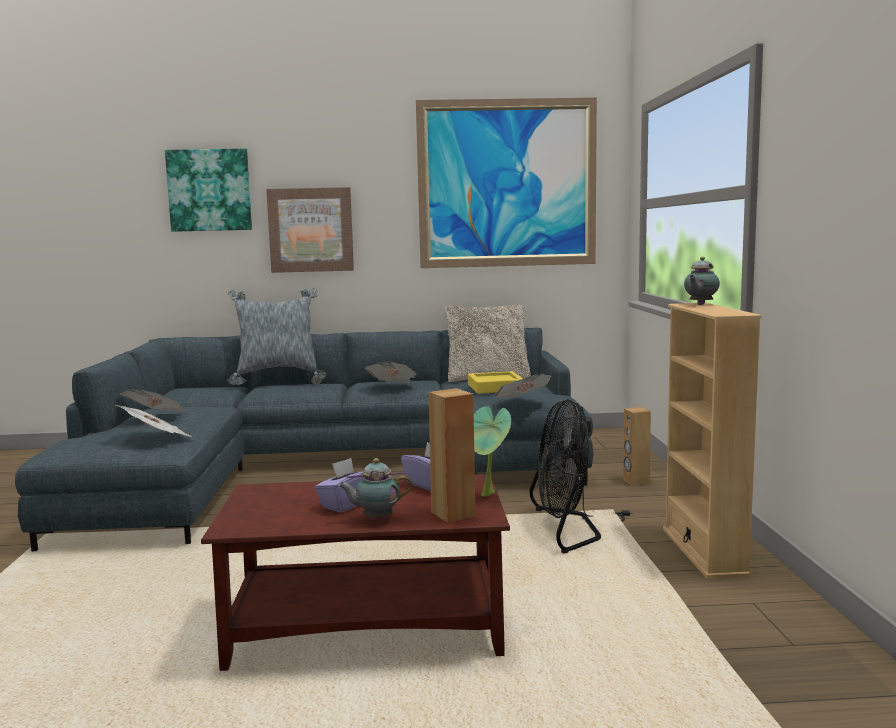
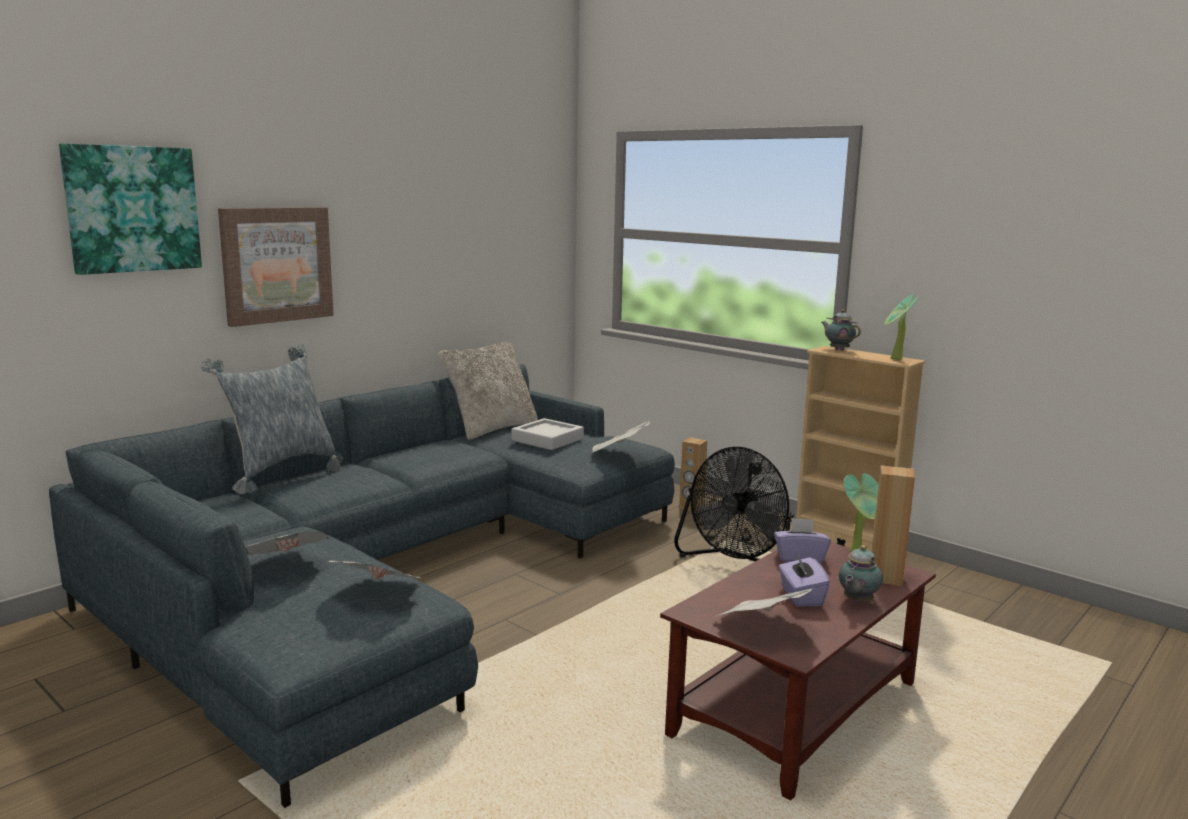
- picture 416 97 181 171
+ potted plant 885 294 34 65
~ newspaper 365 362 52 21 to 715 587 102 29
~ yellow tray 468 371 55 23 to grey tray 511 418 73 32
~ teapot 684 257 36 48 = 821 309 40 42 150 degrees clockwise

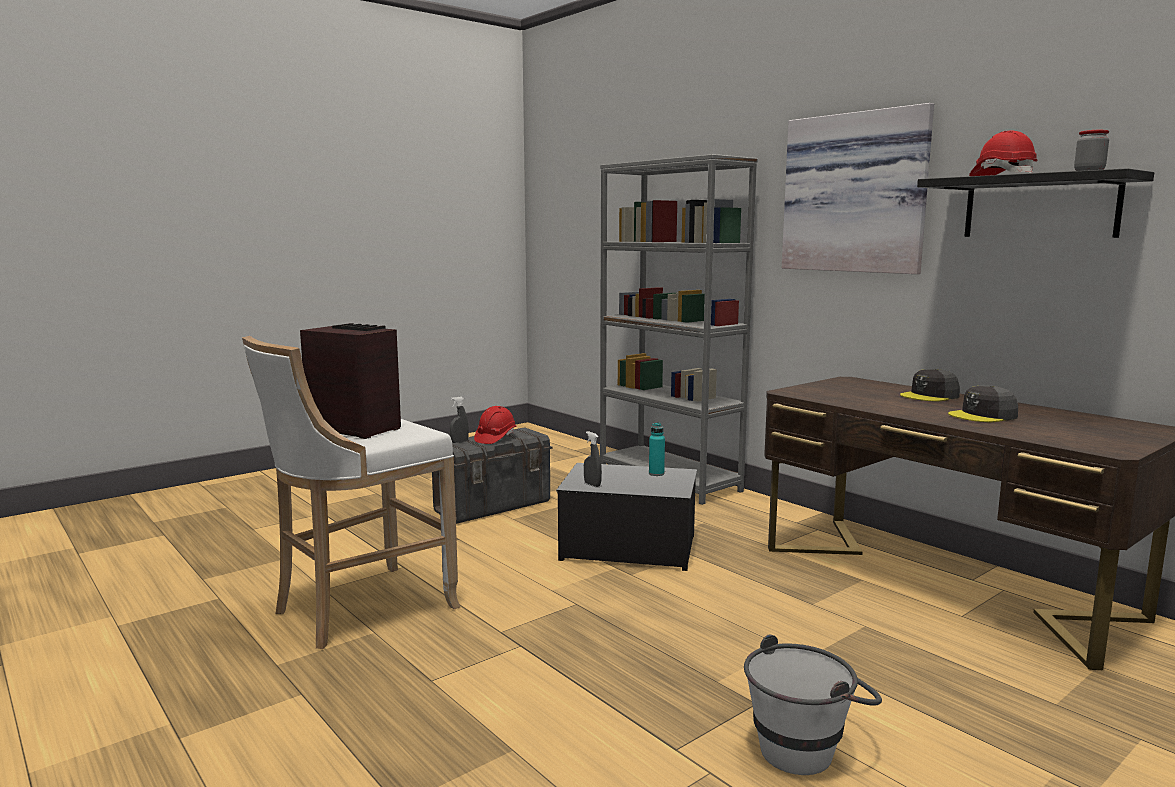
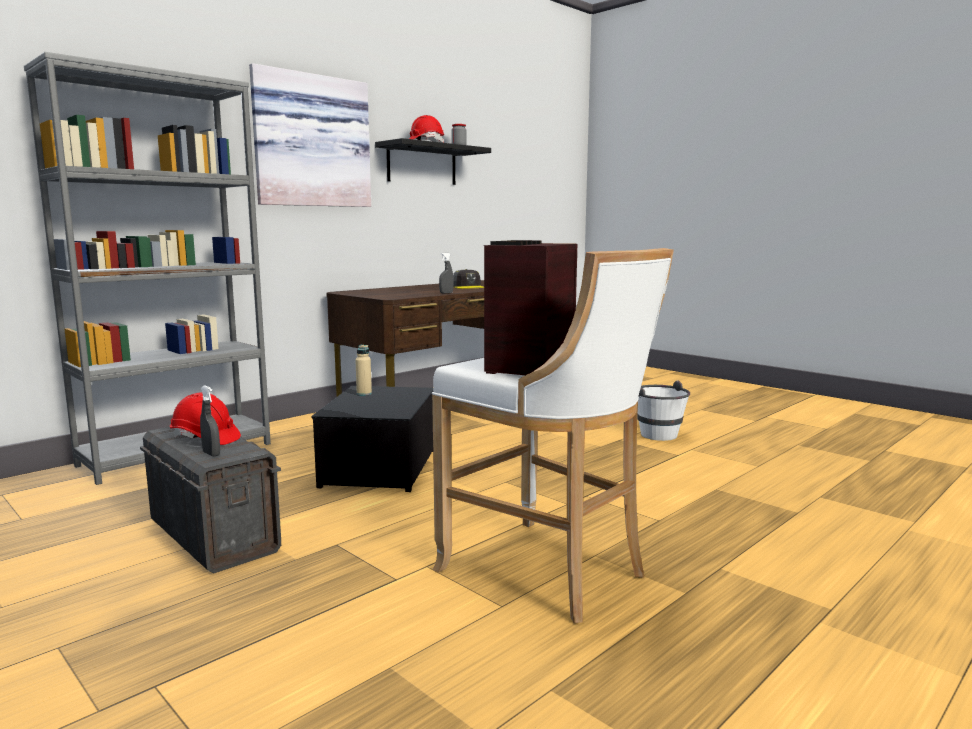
- grey cap 900 369 60 33
~ grey spray bottle 584 431 18 56 to 439 253 15 40
~ turquoise bottle 649 422 16 54 to beige bottle 355 345 17 51

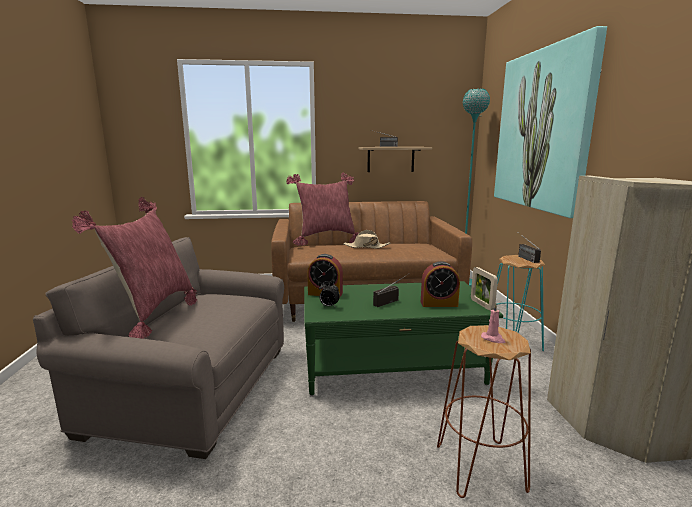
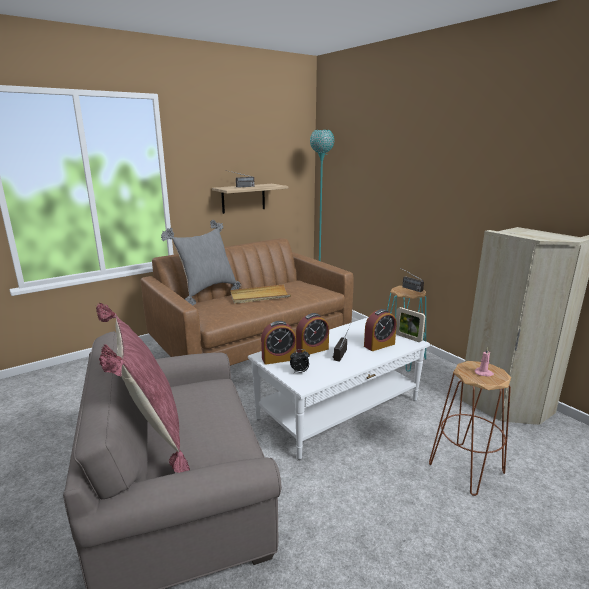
- picture 494 26 113 192
+ alarm clock 296 313 33 42
~ beige hat 343 230 47 19 to beige tray 231 284 60 20
~ red pillow 286 172 73 74 to grey pillow 161 219 80 87
~ green coffee table 304 281 199 115 to white coffee table 248 318 182 142

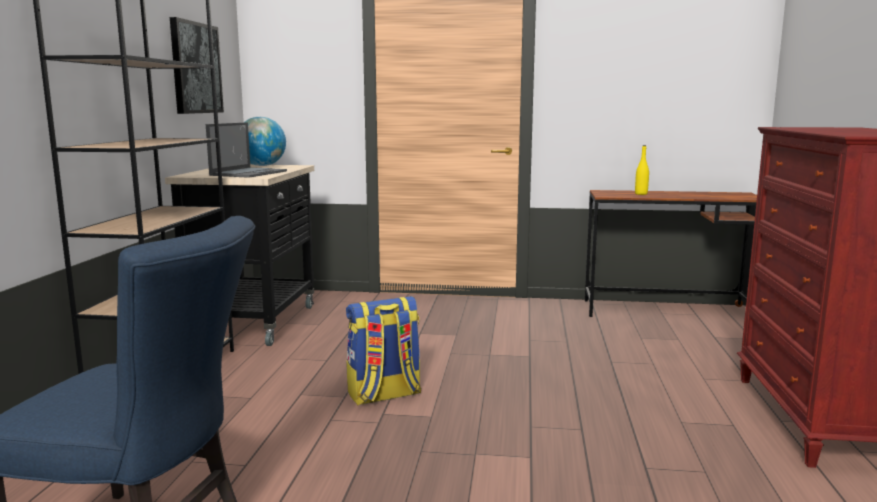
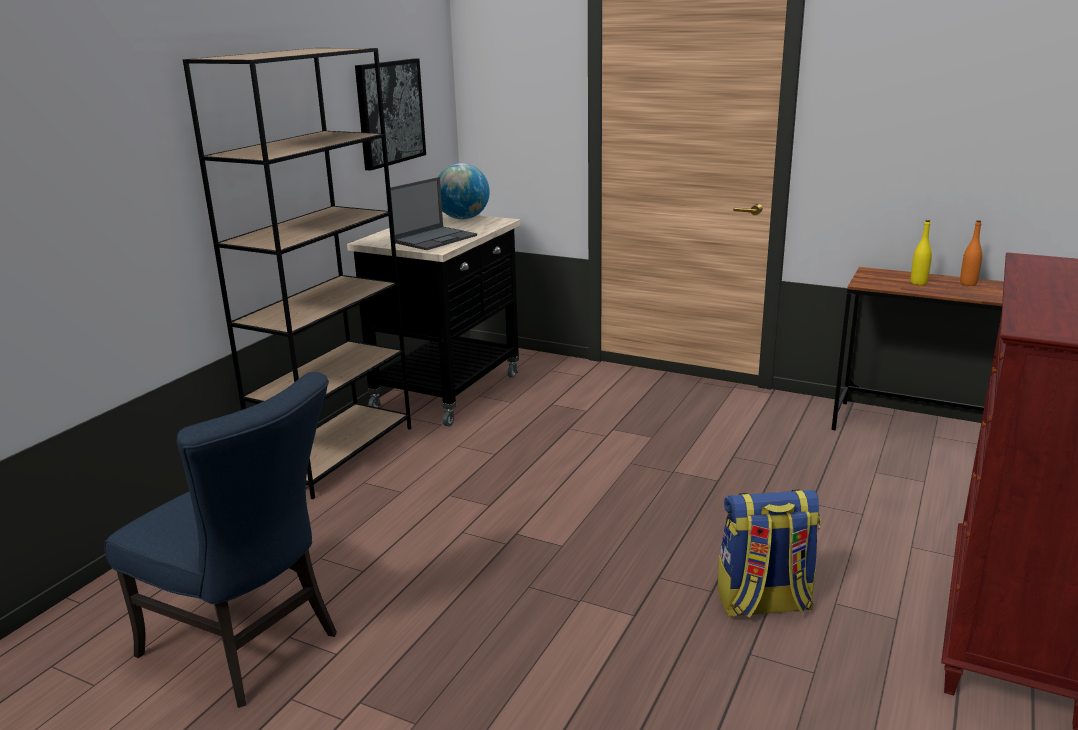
+ orange bottle 960 220 22 66
~ backpack 346 296 75 109 to 718 489 103 129

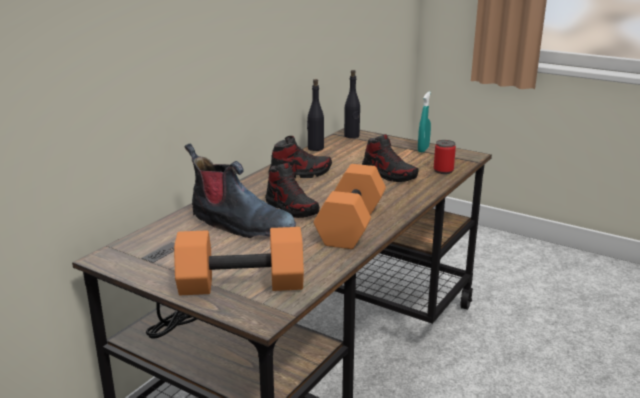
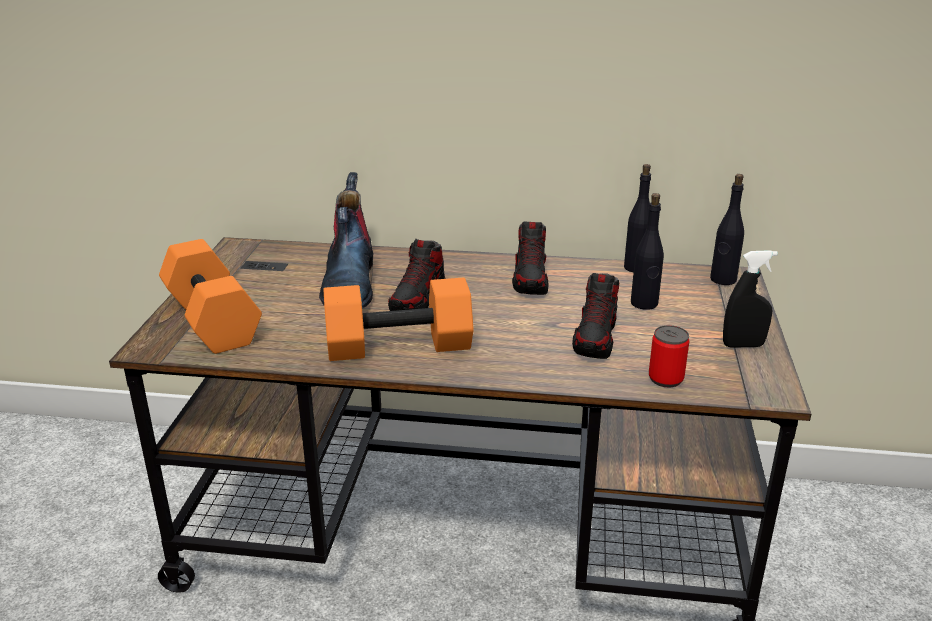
+ black bottle 631 193 33 117
~ turquoise spray bottle 418 91 13 61 to black spray bottle 723 250 55 97
~ shoe 269 136 63 42 = 512 221 37 74 45 degrees clockwise

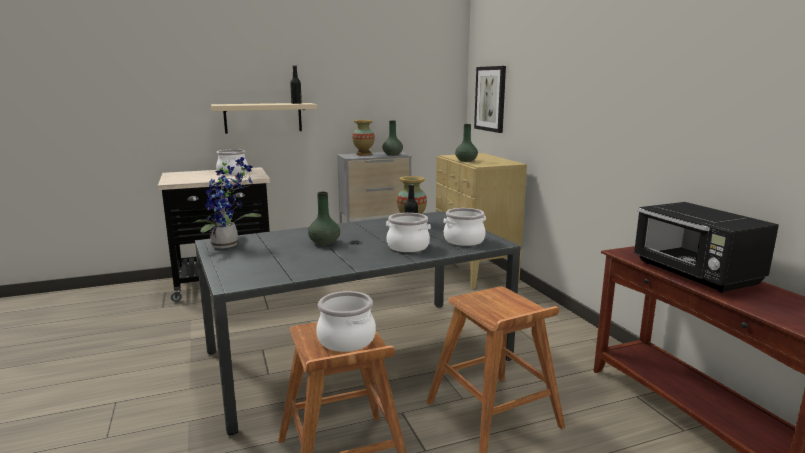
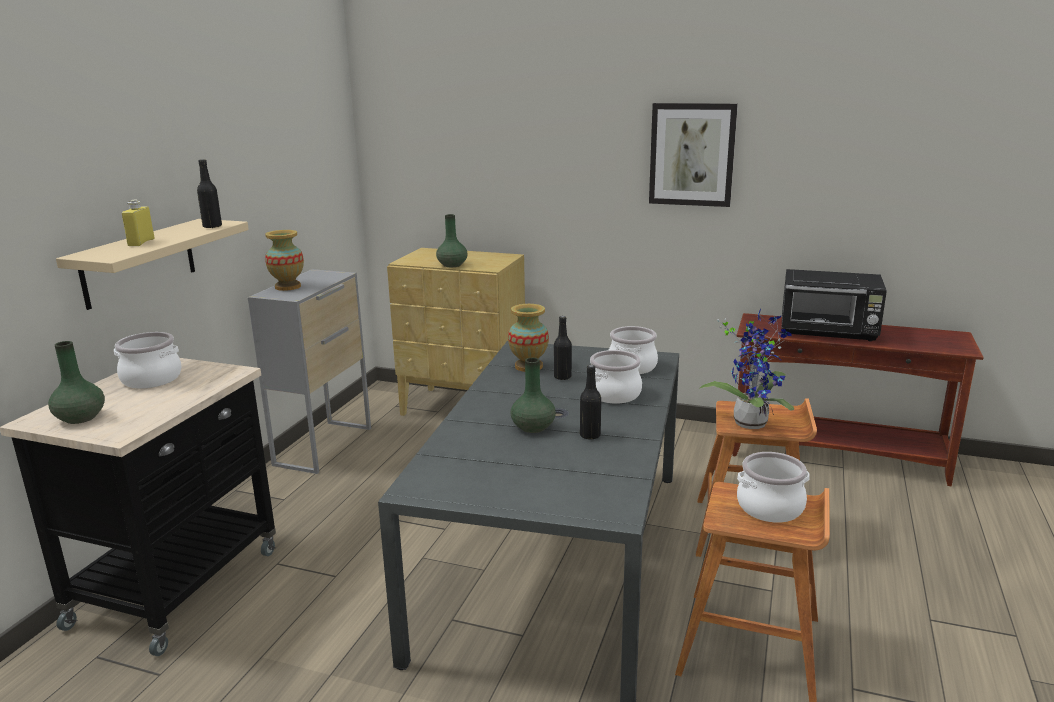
+ yellow bottle 122 200 33 46
+ black bottle 580 365 21 74
~ potted plant 193 157 68 92 to 700 309 94 120
~ green vase 382 120 21 36 to 48 341 57 83
~ picture 474 66 32 67 to 649 103 89 104

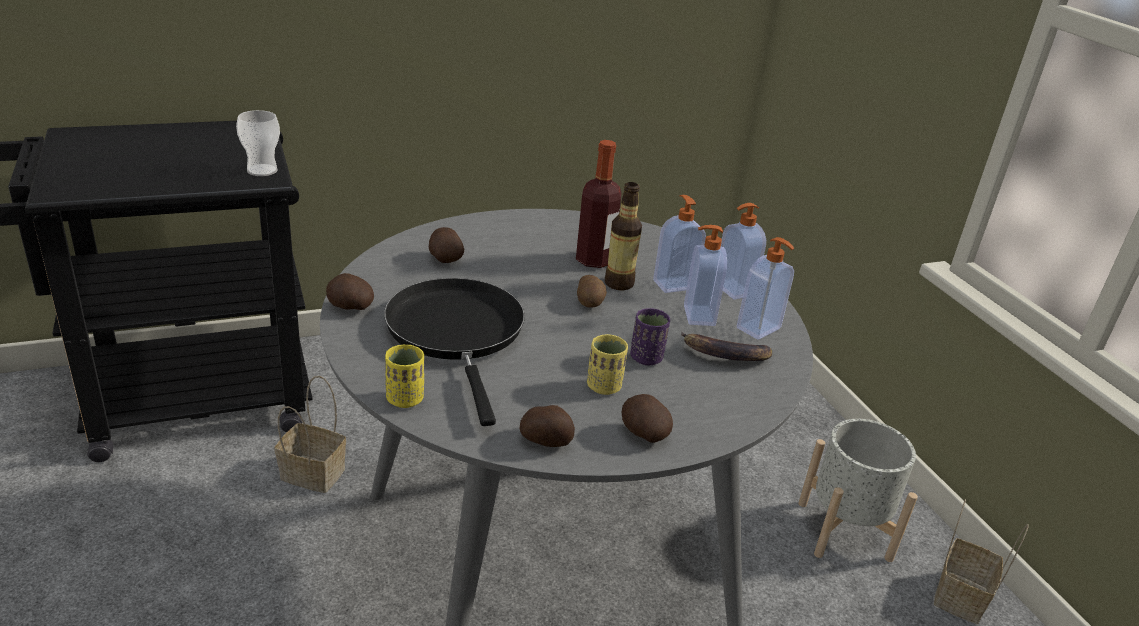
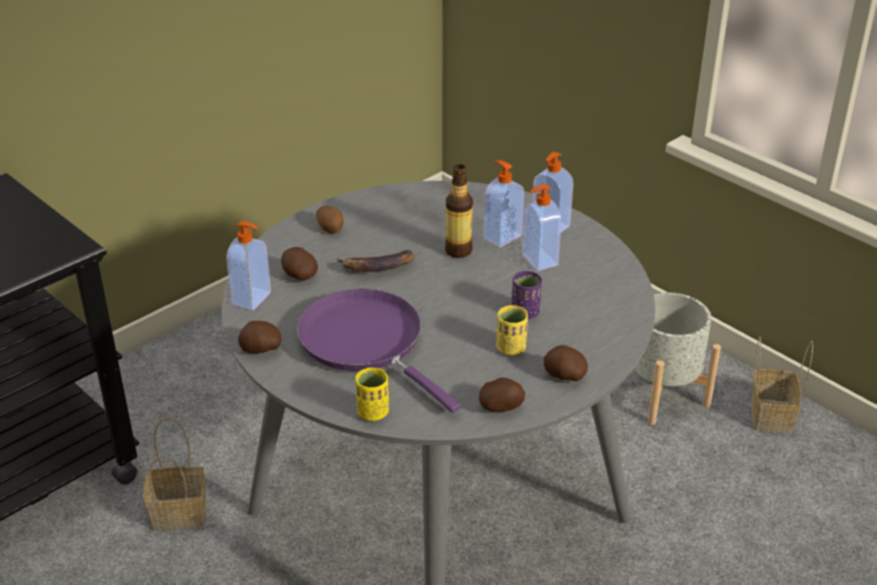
- cup 236 110 44 66
- bottle 576 140 45 128
~ potato 577 275 30 33 to 316 205 28 28
~ banana 681 332 91 29 to 337 250 77 22
~ soap dispenser 737 237 57 103 to 226 221 45 89
~ black frying pan 384 278 141 148 to purple frying pan 297 289 164 124

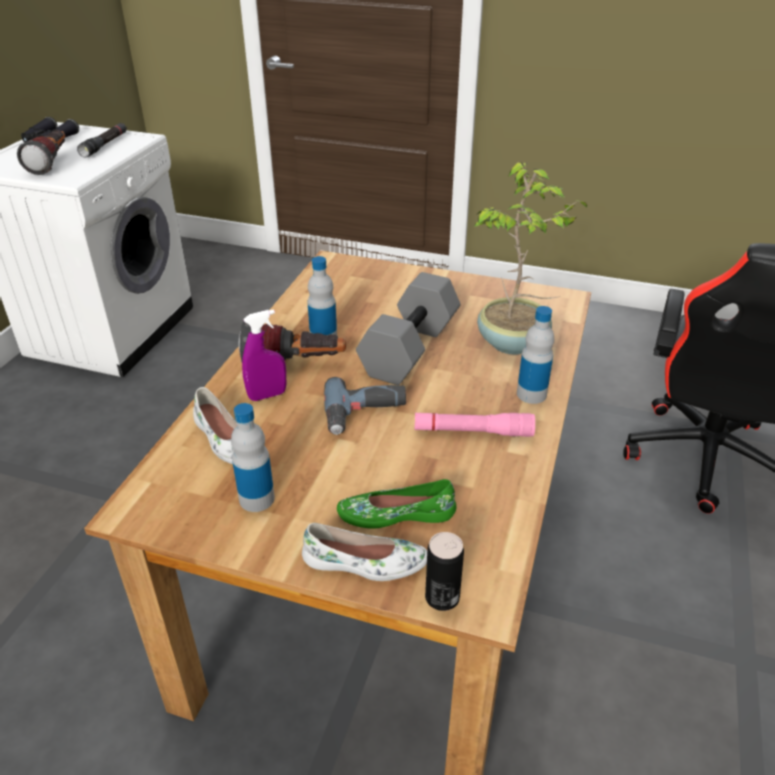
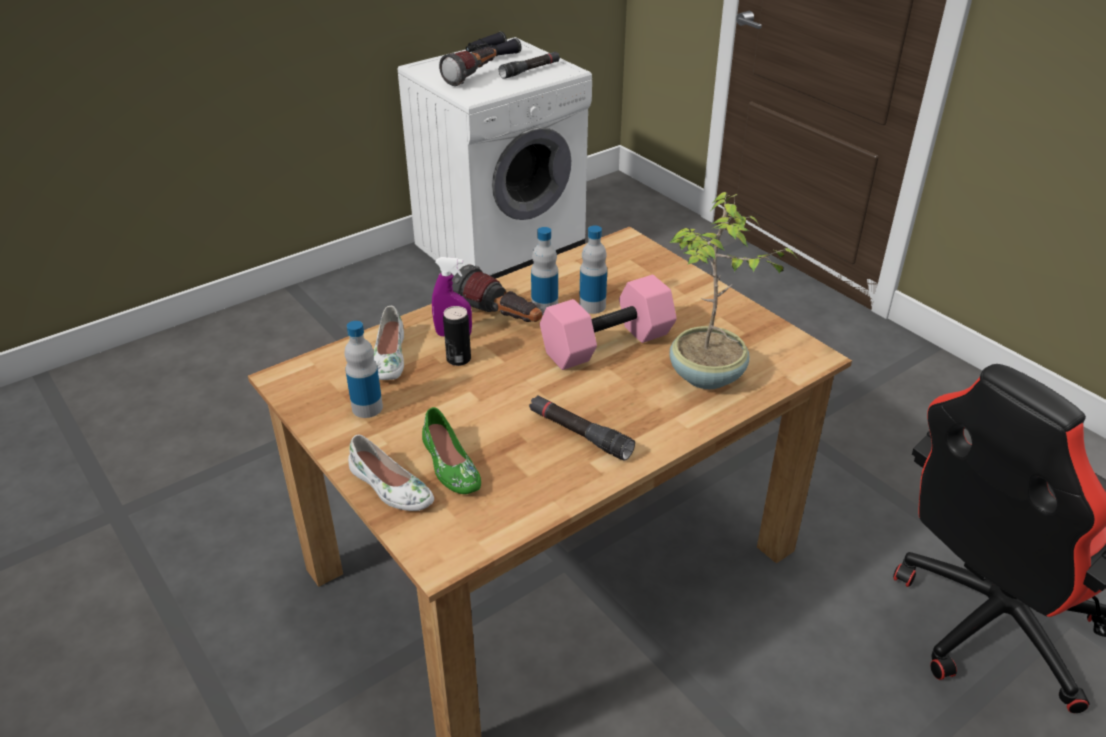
- power drill 324 377 82 58
~ can 425 532 39 79 to 443 306 28 60
~ bottle 517 306 37 98 to 579 226 28 88
~ grey dumbbell 356 272 105 113 to pink dumbbell 540 275 137 95
~ pink flashlight 414 413 121 24 to black flashlight 529 395 106 66
~ green shoe 337 479 119 50 = 422 407 59 87 150 degrees counterclockwise

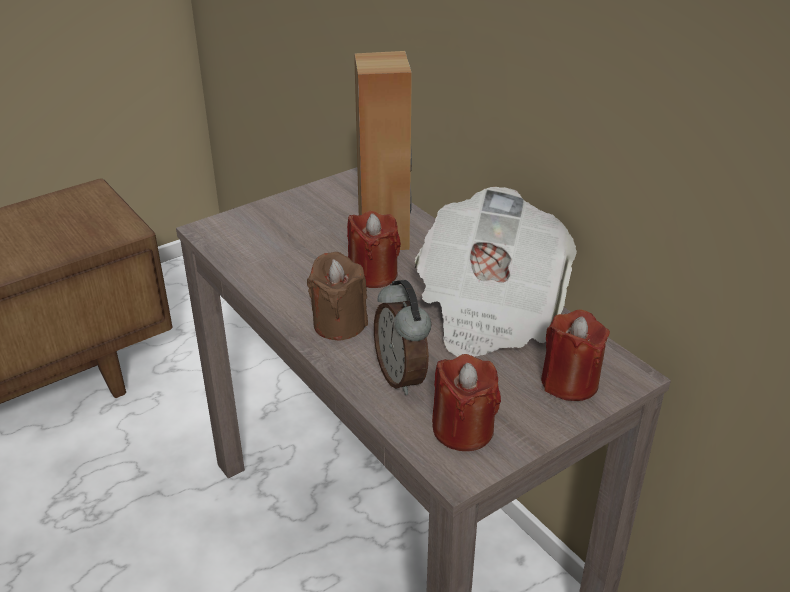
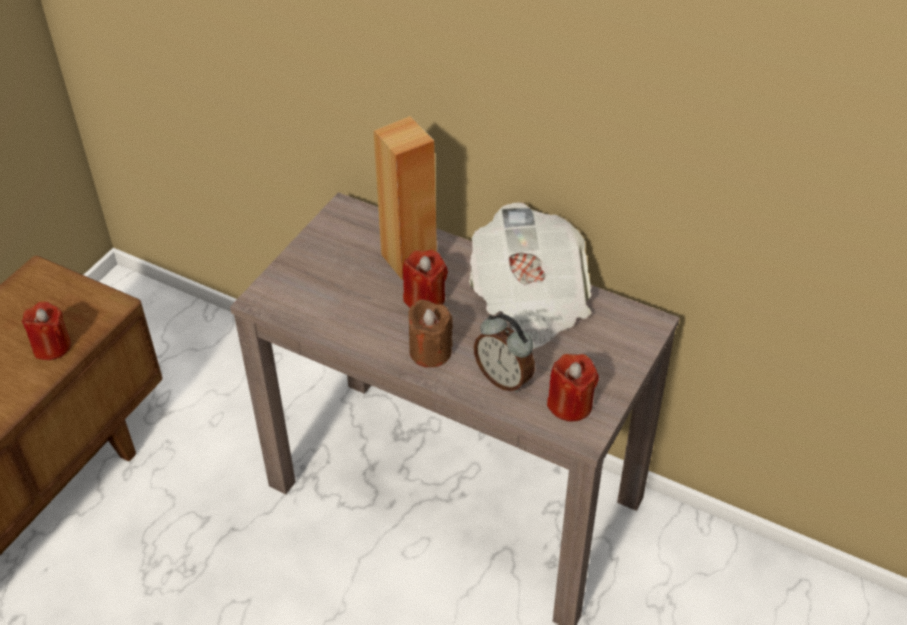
~ red candle 541 309 69 92 to 22 301 49 59

